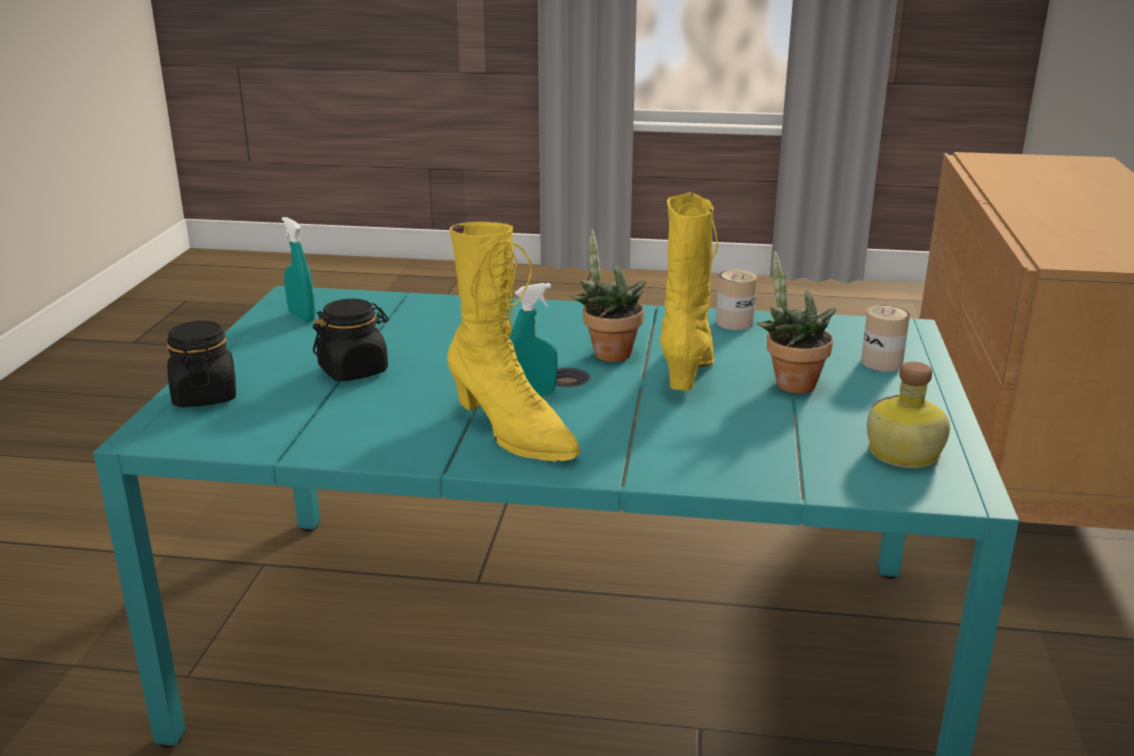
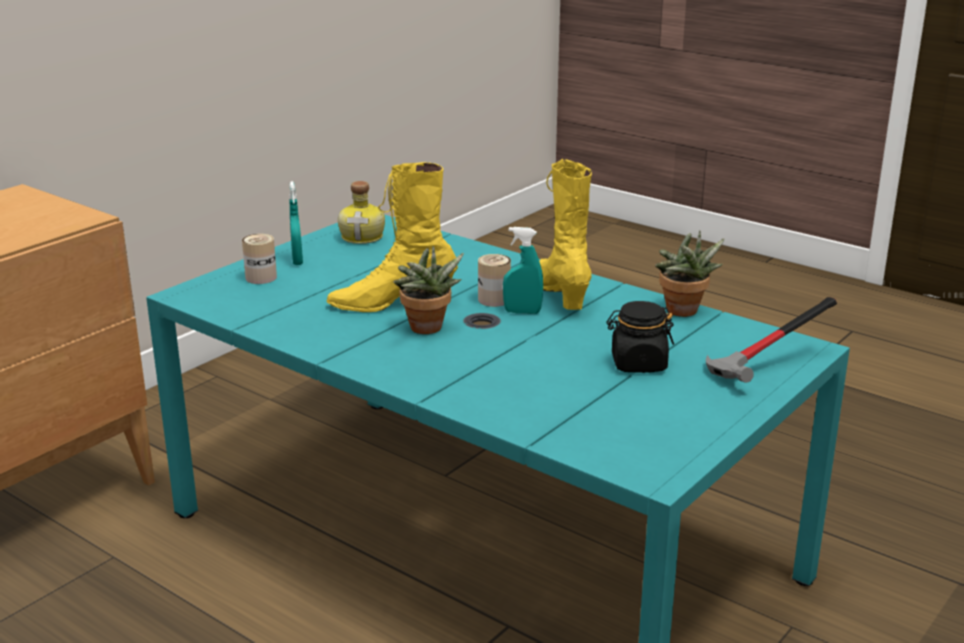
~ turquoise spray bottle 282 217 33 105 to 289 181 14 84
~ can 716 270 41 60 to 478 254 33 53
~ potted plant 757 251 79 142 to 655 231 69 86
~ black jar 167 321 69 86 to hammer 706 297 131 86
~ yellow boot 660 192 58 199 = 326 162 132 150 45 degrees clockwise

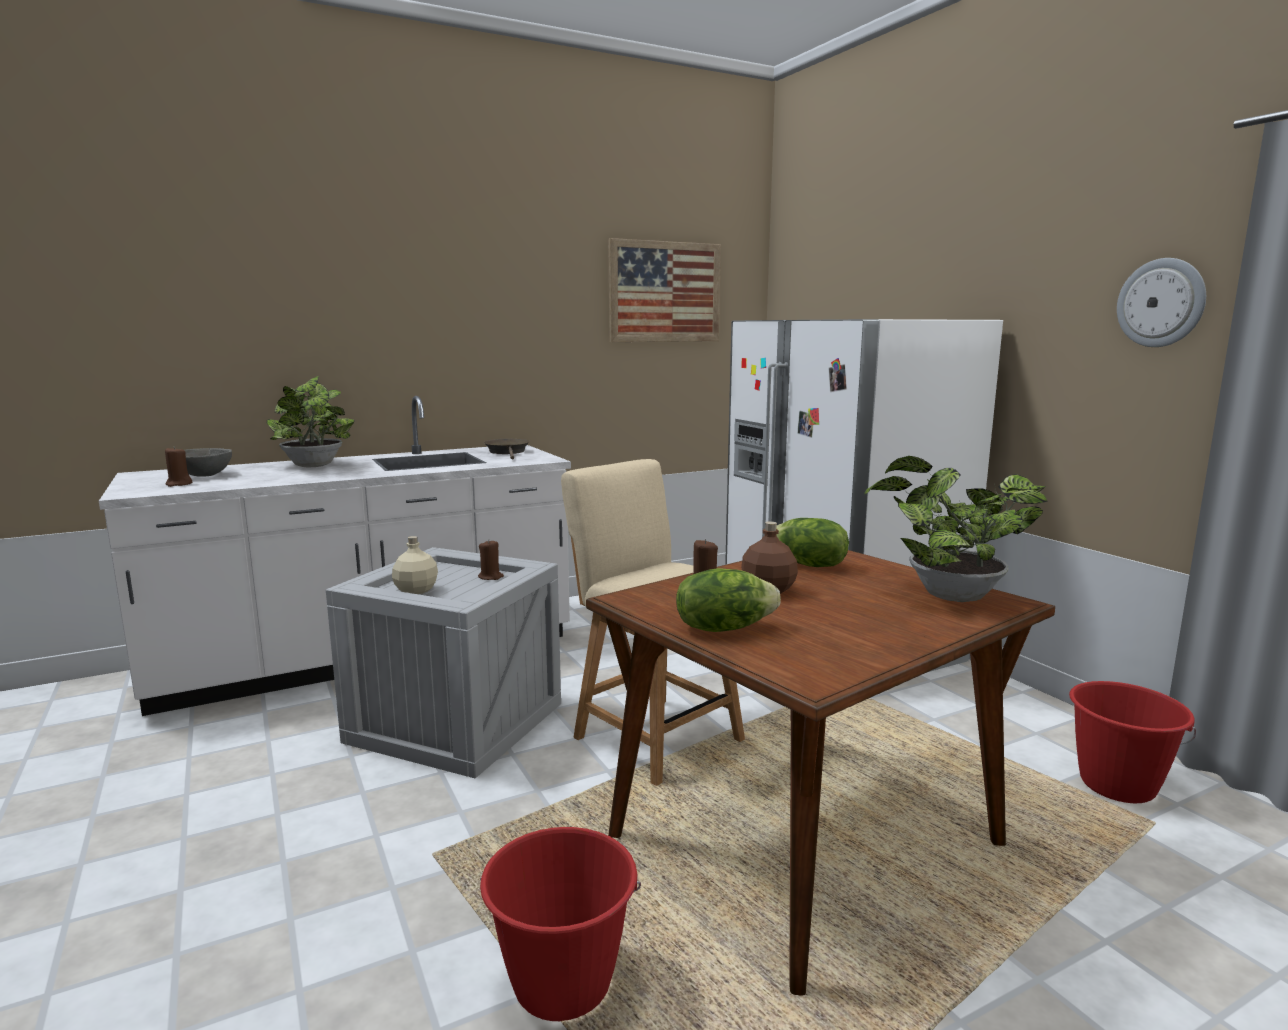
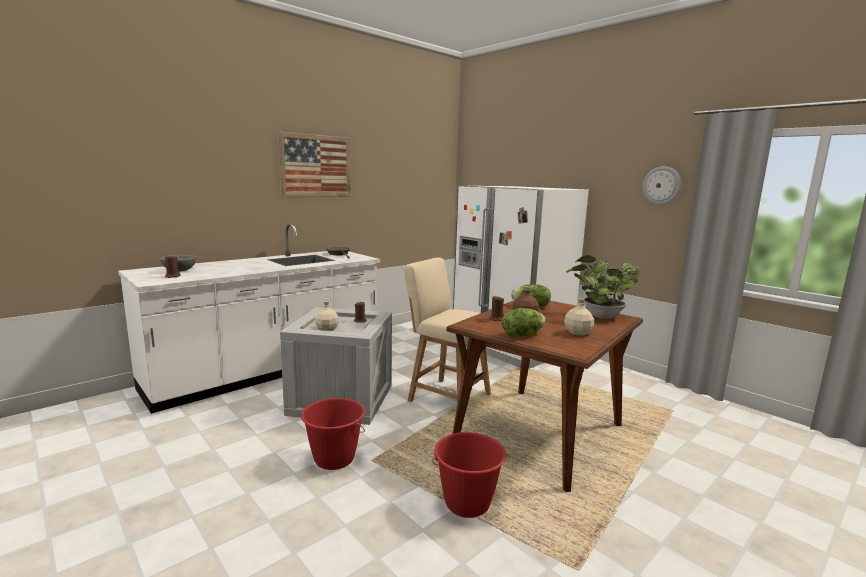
- potted plant 267 376 88 91
+ beige bottle 564 298 30 38
~ picture 608 238 113 104 to 278 132 73 65
~ red bucket 1069 681 127 122 to 301 398 64 72

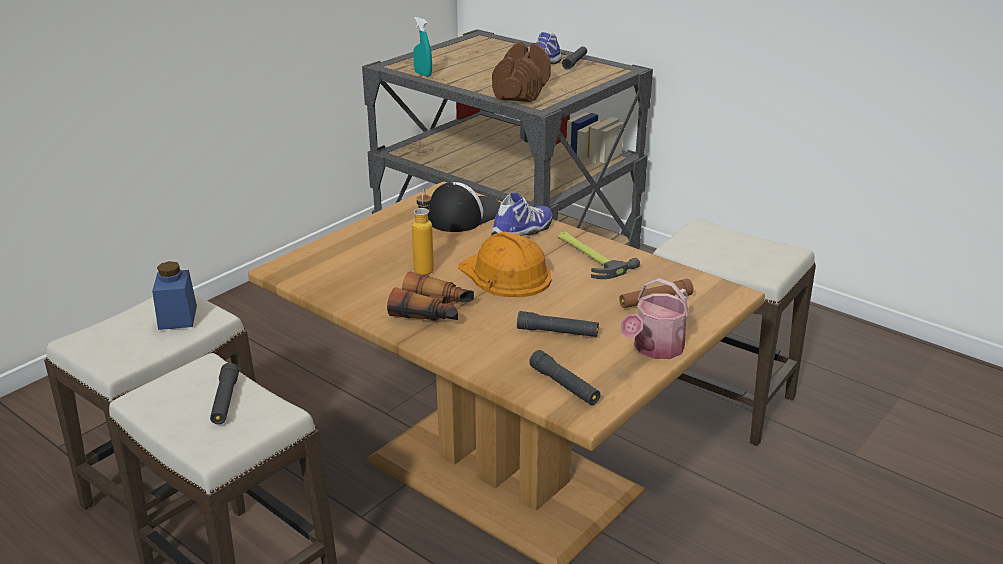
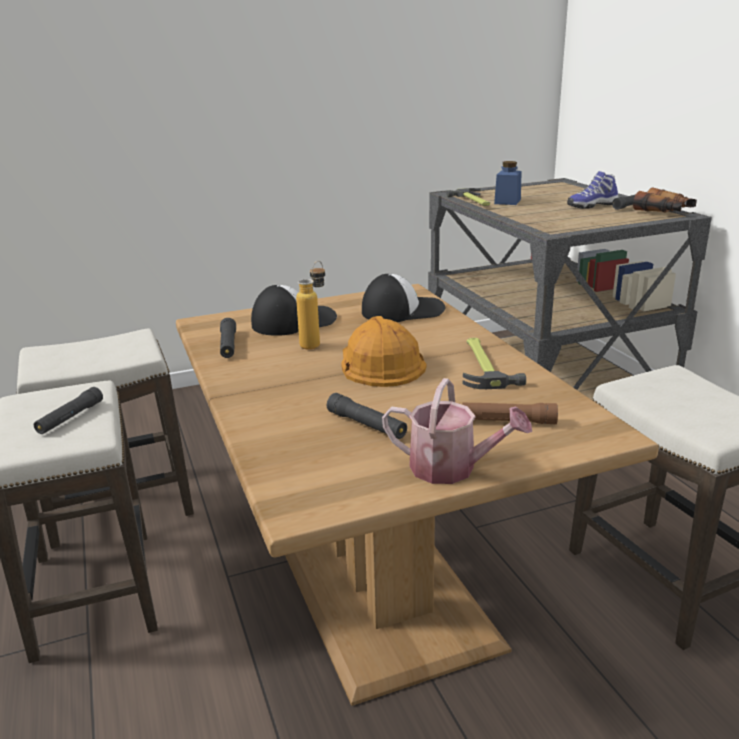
- shoe 491 192 61 44
- brown dumbbell 492 42 59 60
+ cap 251 285 86 51
~ blue jar 152 261 45 69 to 494 161 28 44
~ binoculars 387 272 87 49 to 633 187 64 25
~ black flashlight 529 350 71 55 to 220 318 16 40
~ turquoise spray bottle 413 17 19 60 to hammer 446 188 44 18
~ watering can 621 278 68 81 = 382 378 150 106 135 degrees counterclockwise

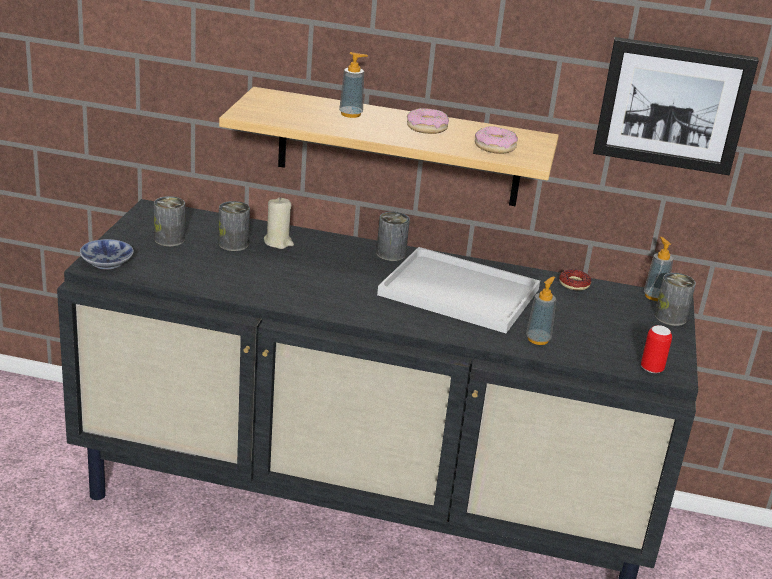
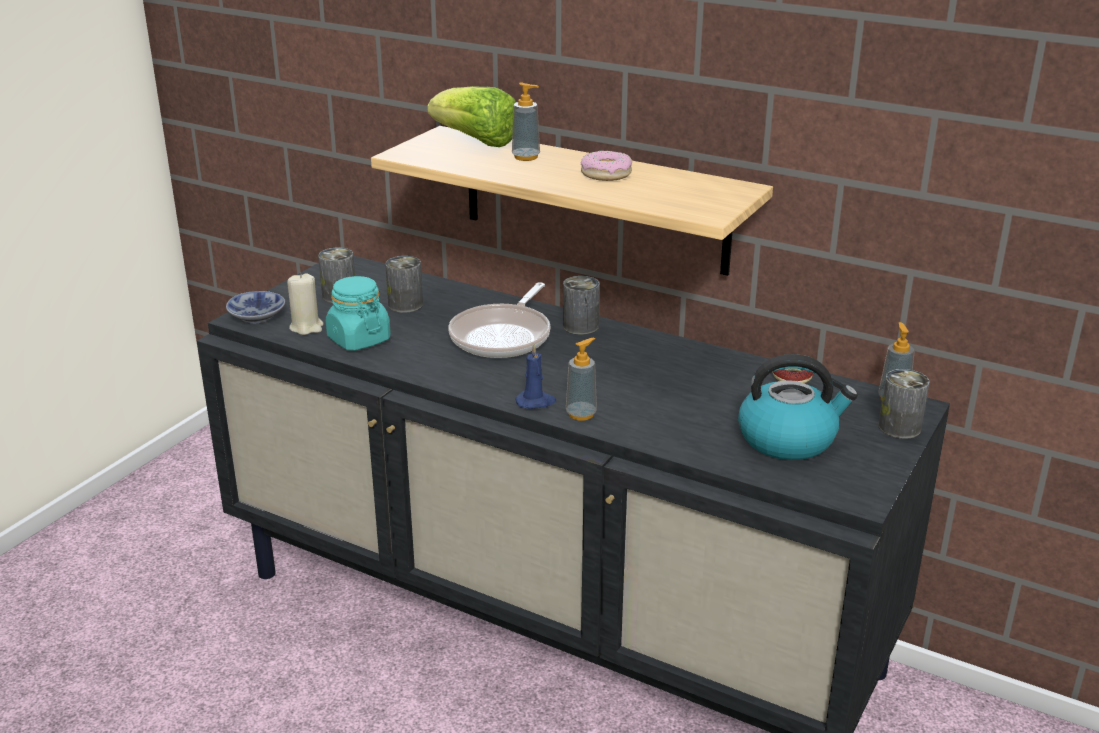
- white tray 377 247 163 86
- donut 475 126 43 28
- picture 593 37 166 138
- can 641 325 31 48
+ turquoise jar 326 276 65 75
+ lettuce 427 86 89 61
+ frying pan 448 282 103 76
+ blue candle 515 344 41 65
+ kettle 738 354 120 106
~ beige candle 264 197 30 52 to 287 273 36 62
~ soap dispenser 526 276 30 69 to 566 338 31 83

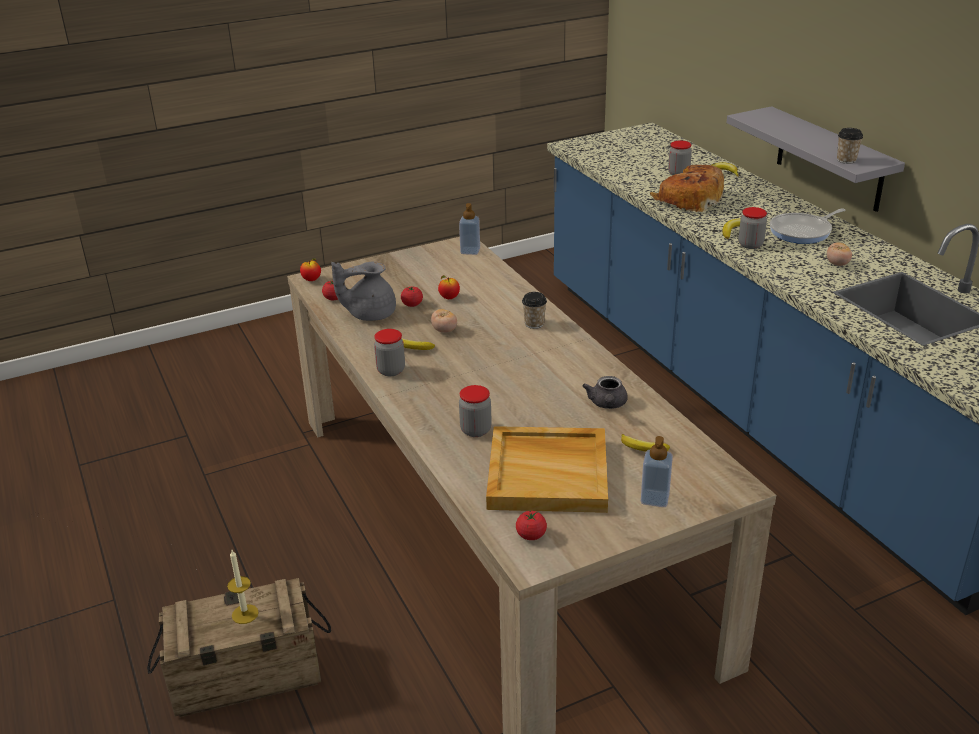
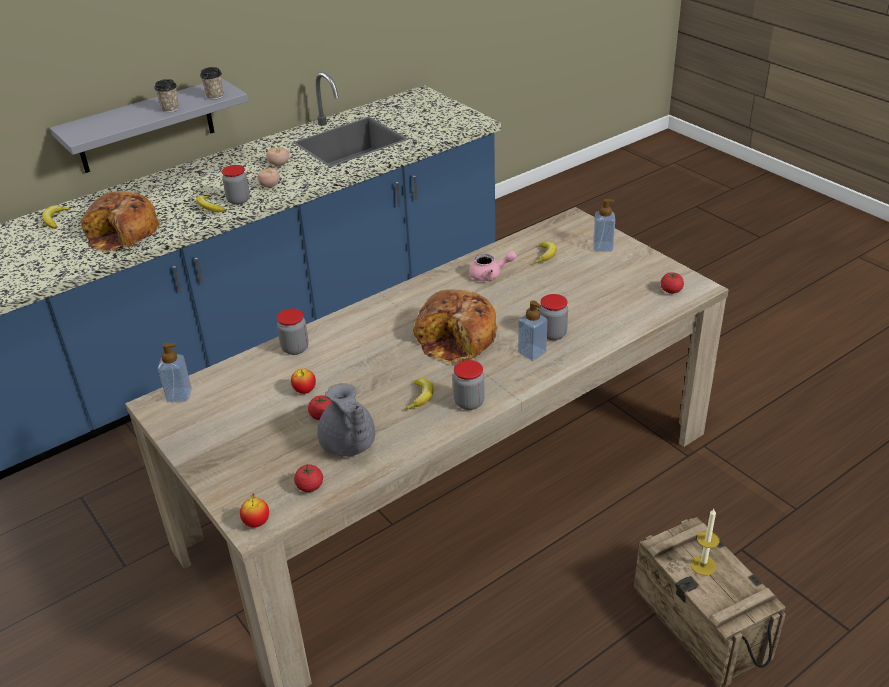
- beige tray 486 426 122 87
- frying pan 770 208 75 36
+ bread 413 290 85 73
+ soap dispenser 518 301 29 60
~ tomato 431 309 26 24 to 257 168 23 20
~ cup 522 292 25 37 to 154 79 25 34
~ jar 668 140 24 35 to 277 309 32 46
~ grey teapot 582 376 46 33 to pink teapot 469 251 48 30

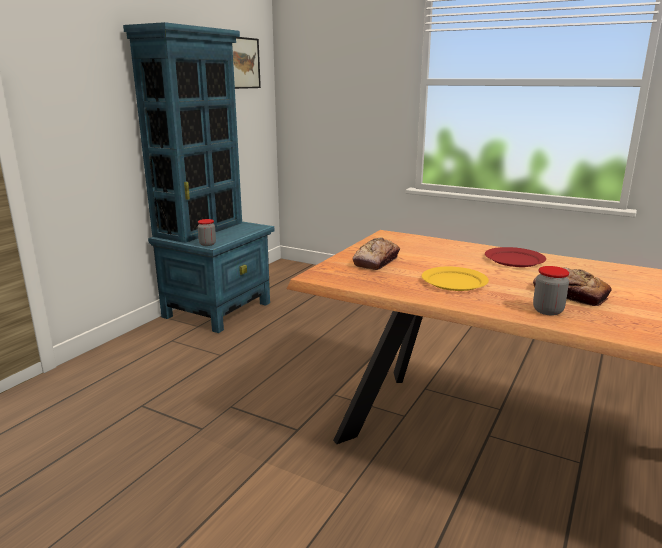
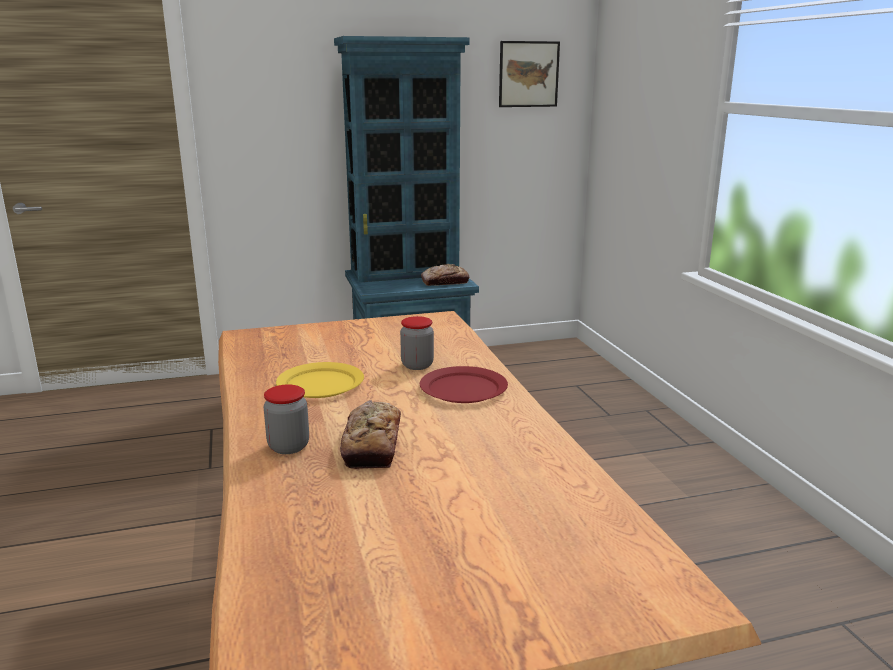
~ jar 198 219 18 27 to 400 316 34 54
~ bread 353 238 47 32 to 421 264 48 22

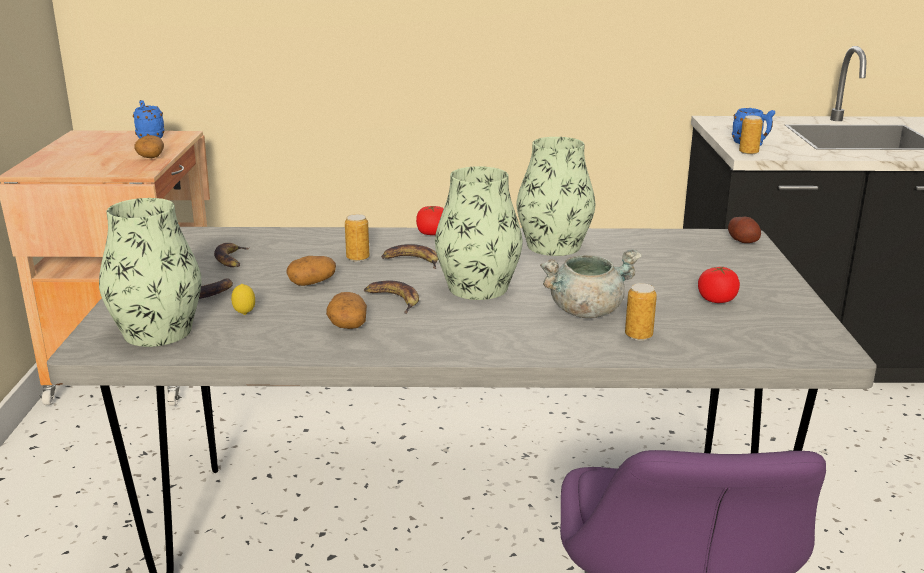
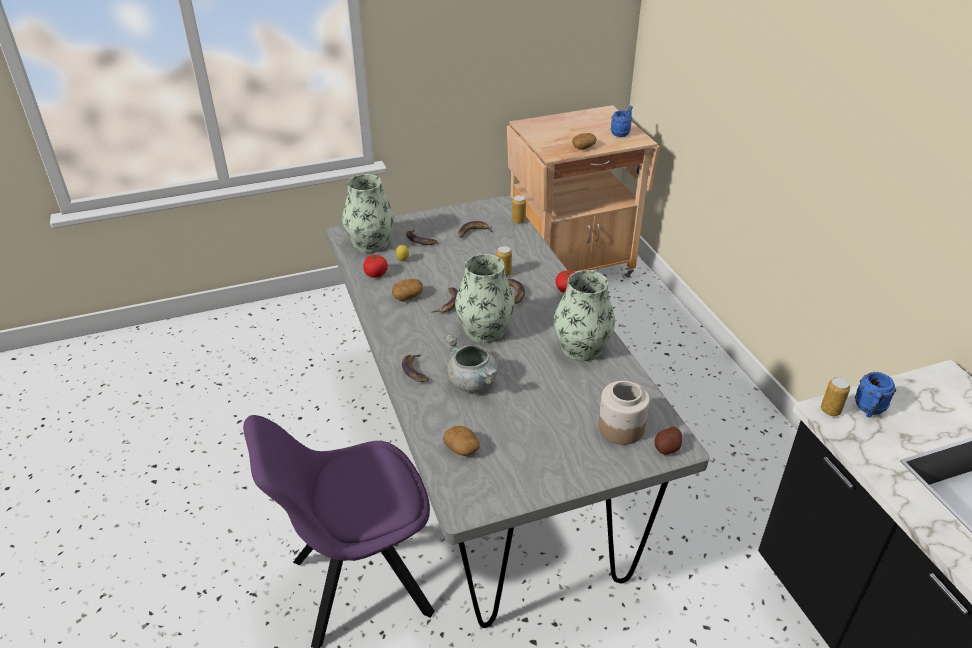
+ banana 402 354 27 28
+ jar 598 381 52 64
~ potato 286 256 50 30 to 443 426 37 30
~ can 625 283 32 58 to 512 195 14 29
~ tomato 698 266 42 37 to 363 255 25 23

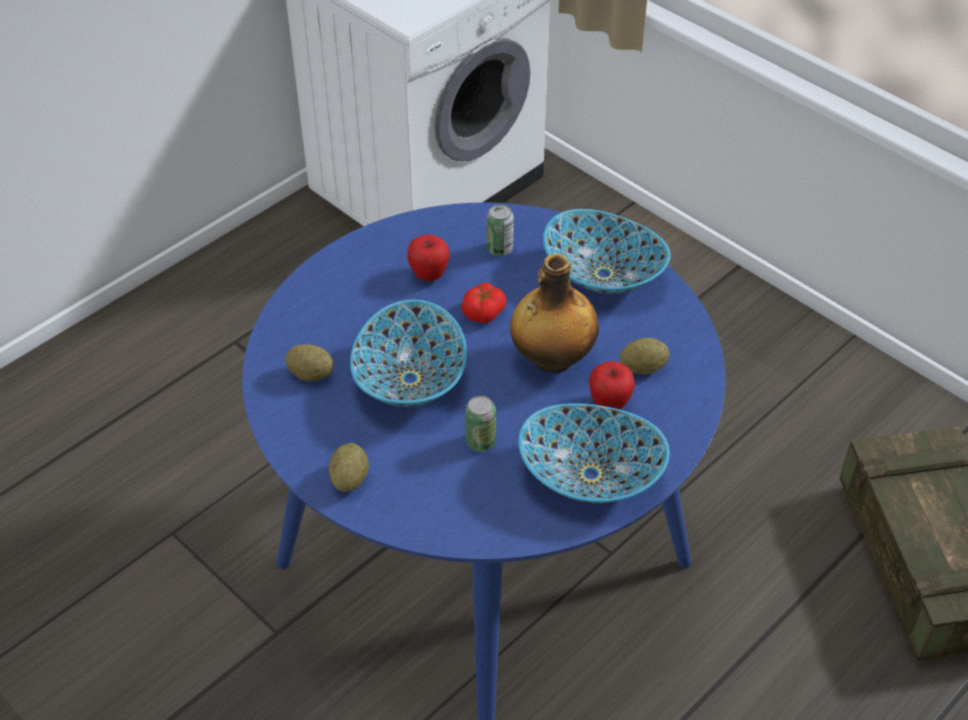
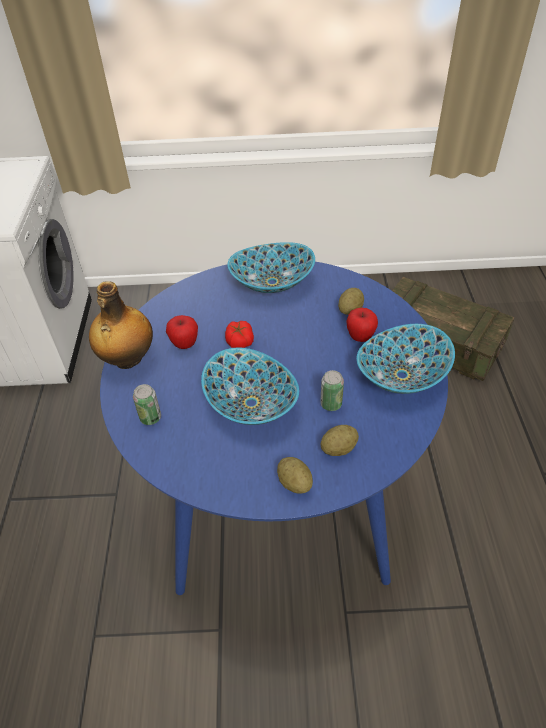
~ potato 285 344 49 37 to 321 425 38 31
~ can 487 204 27 52 to 133 384 28 41
~ bottle 510 253 89 120 to 89 281 64 88

